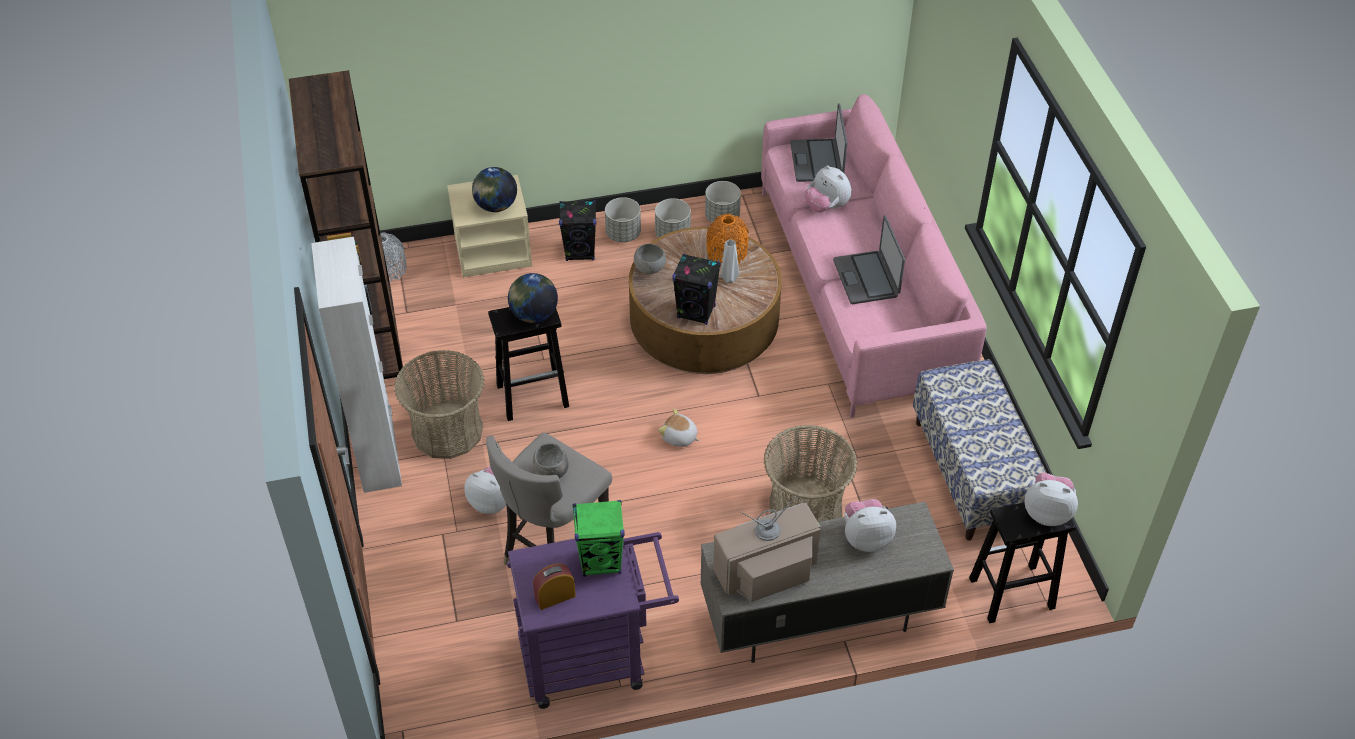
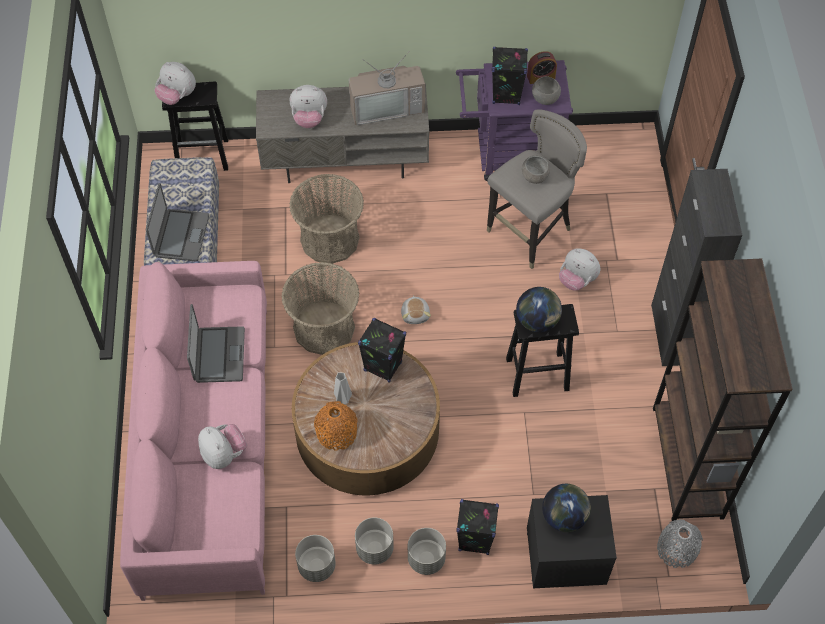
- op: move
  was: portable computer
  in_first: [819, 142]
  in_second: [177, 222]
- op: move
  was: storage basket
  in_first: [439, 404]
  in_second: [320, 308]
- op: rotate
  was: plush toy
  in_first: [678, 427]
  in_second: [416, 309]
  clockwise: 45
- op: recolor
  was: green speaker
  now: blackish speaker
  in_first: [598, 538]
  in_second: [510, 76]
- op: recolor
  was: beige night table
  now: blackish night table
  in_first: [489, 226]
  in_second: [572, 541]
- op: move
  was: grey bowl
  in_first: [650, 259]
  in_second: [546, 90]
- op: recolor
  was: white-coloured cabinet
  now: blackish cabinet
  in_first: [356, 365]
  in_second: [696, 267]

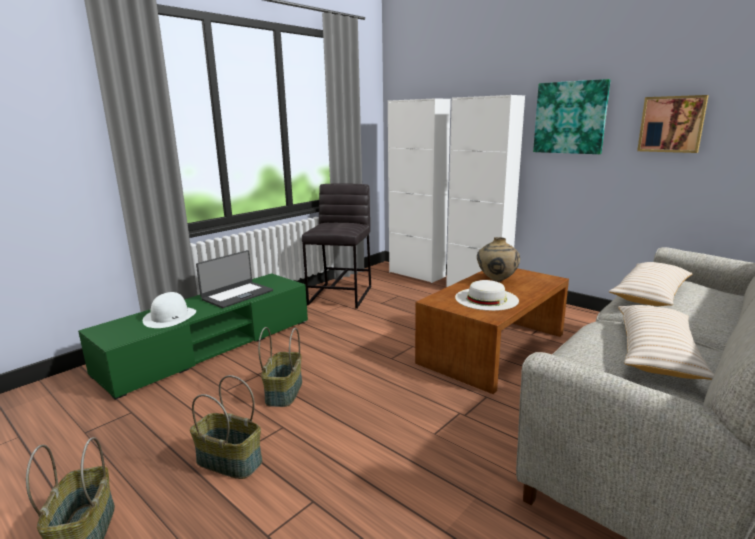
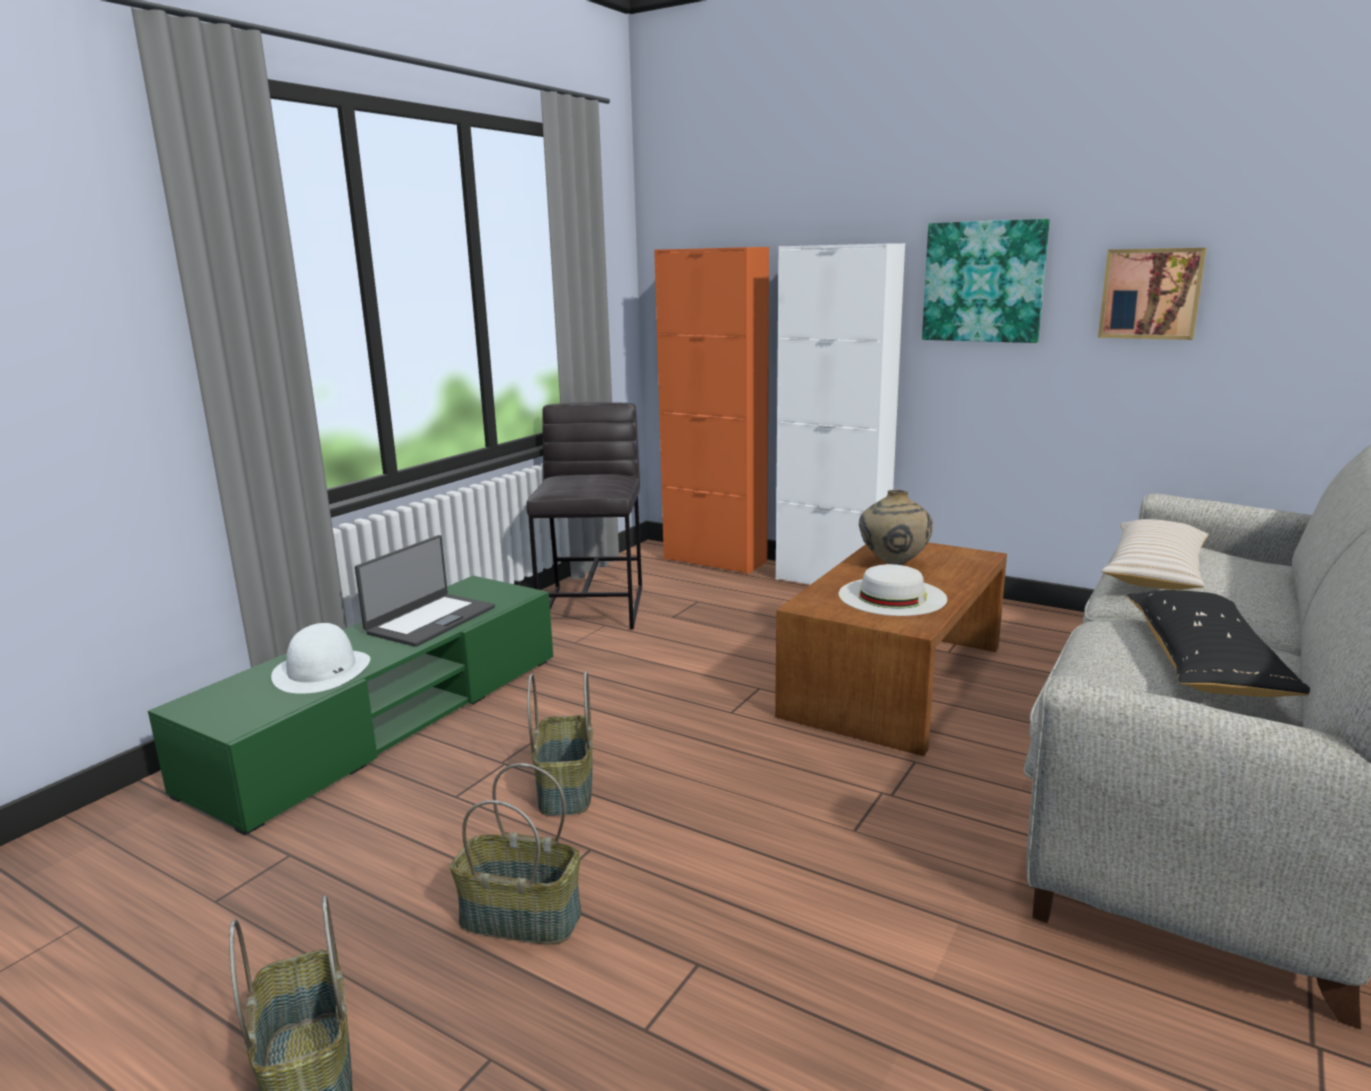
- op: recolor
  was: white-coloured cabinet
  now: orange cabinet
  in_first: [419, 190]
  in_second: [711, 410]
- op: recolor
  was: beige cushion
  now: blackish cushion
  in_first: [666, 342]
  in_second: [1218, 643]

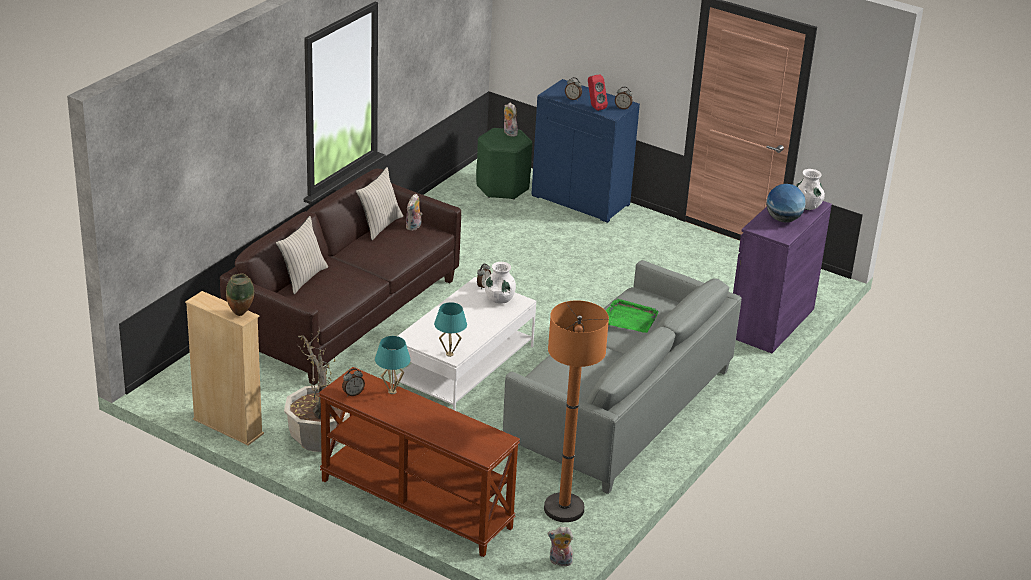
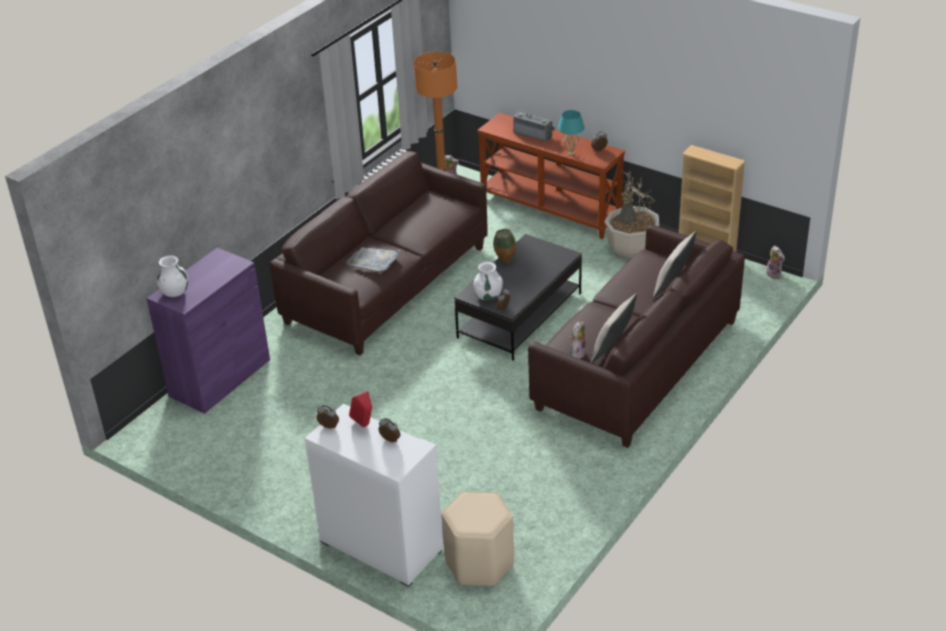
- op: recolor
  was: grey settee
  now: brown-coloured settee
  in_first: [622, 377]
  in_second: [379, 253]
- op: recolor
  was: blue cabinet
  now: white-coloured cabinet
  in_first: [585, 151]
  in_second: [374, 495]
- op: recolor
  was: green carrying tray
  now: grey carrying tray
  in_first: [632, 316]
  in_second: [373, 260]
- op: recolor
  was: green sitting stool
  now: beige sitting stool
  in_first: [504, 164]
  in_second: [477, 539]
- op: recolor
  was: white-coloured coffee table
  now: blackish coffee table
  in_first: [464, 344]
  in_second: [518, 297]
- op: move
  was: vase
  in_first: [240, 294]
  in_second: [504, 246]
- op: insert
  now: radio
  in_second: [534, 126]
- op: move
  was: plush toy
  in_first: [511, 120]
  in_second: [775, 262]
- op: delete
  was: turquoise-coloured table lamp
  in_first: [450, 329]
- op: delete
  was: world globe
  in_first: [786, 203]

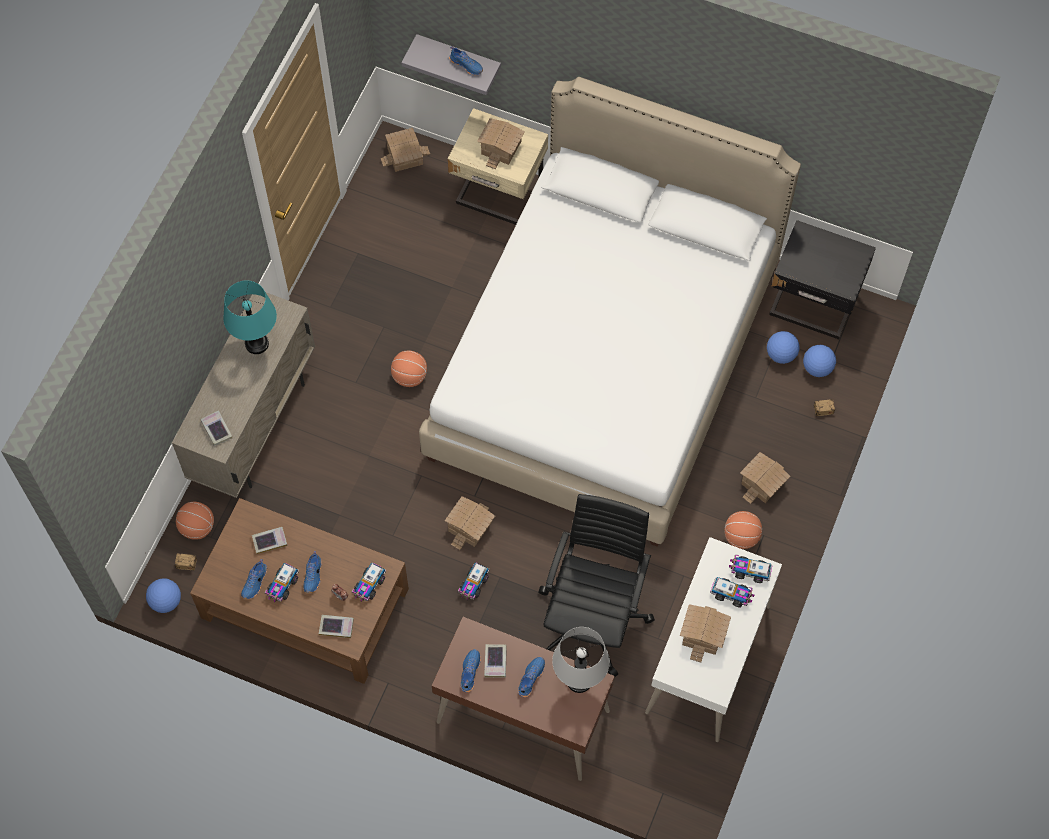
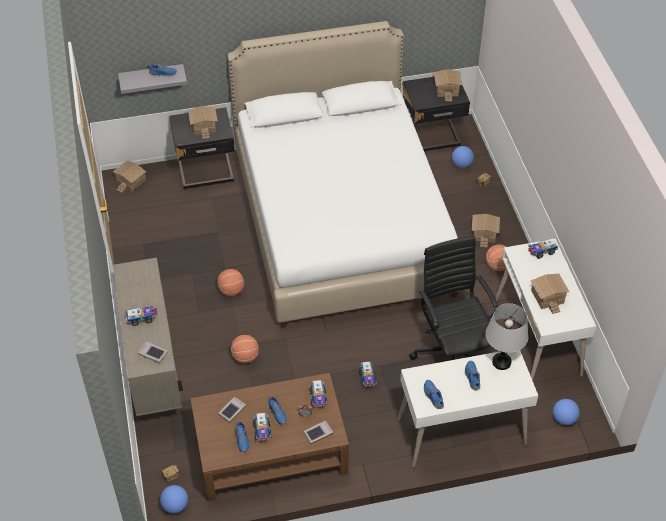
- op: move
  was: model truck
  in_first: [732, 592]
  in_second: [141, 315]
- op: recolor
  was: beige night table
  now: blackish night table
  in_first: [498, 166]
  in_second: [202, 148]
- op: move
  was: ball for basketball
  in_first: [195, 521]
  in_second: [245, 349]
- op: recolor
  was: brown-coloured desk unit
  now: white-coloured desk unit
  in_first: [523, 699]
  in_second: [468, 409]
- op: move
  was: model house
  in_first: [470, 523]
  in_second: [448, 85]
- op: move
  was: football
  in_first: [783, 347]
  in_second: [566, 412]
- op: delete
  was: turquoise-coloured table lamp
  in_first: [250, 317]
- op: delete
  was: book
  in_first: [495, 661]

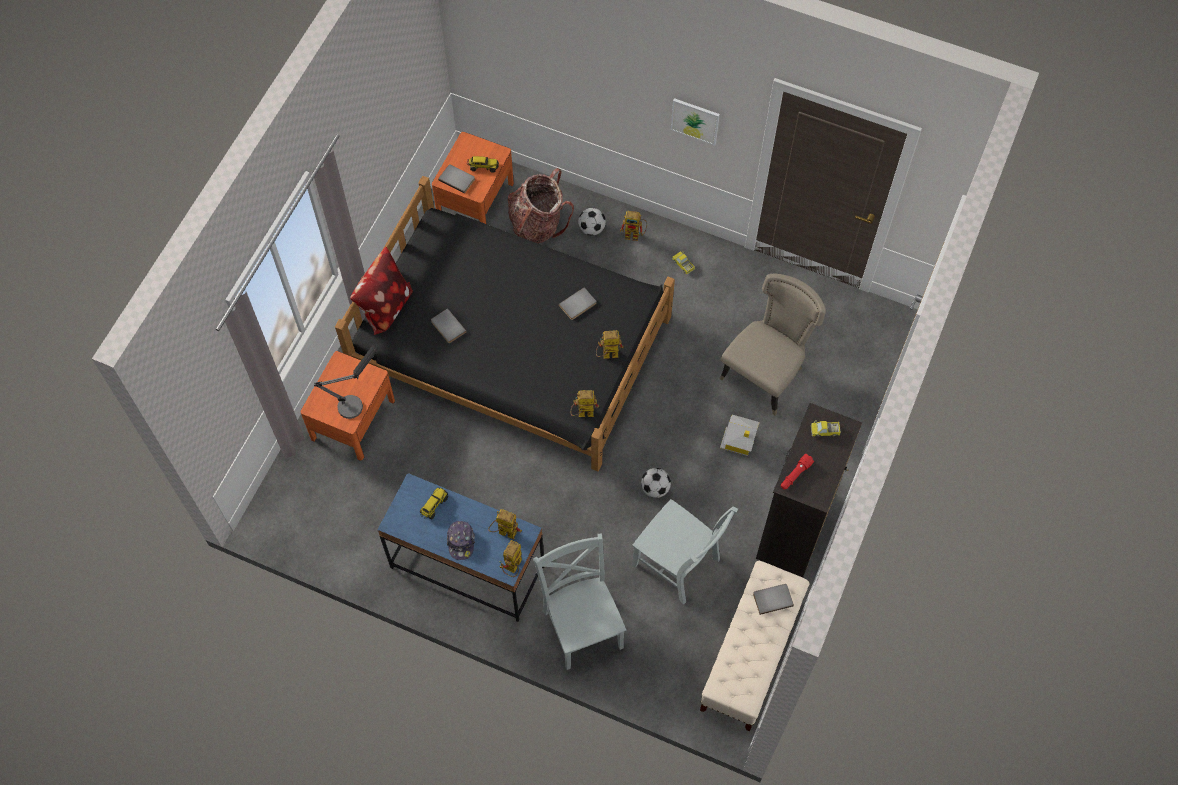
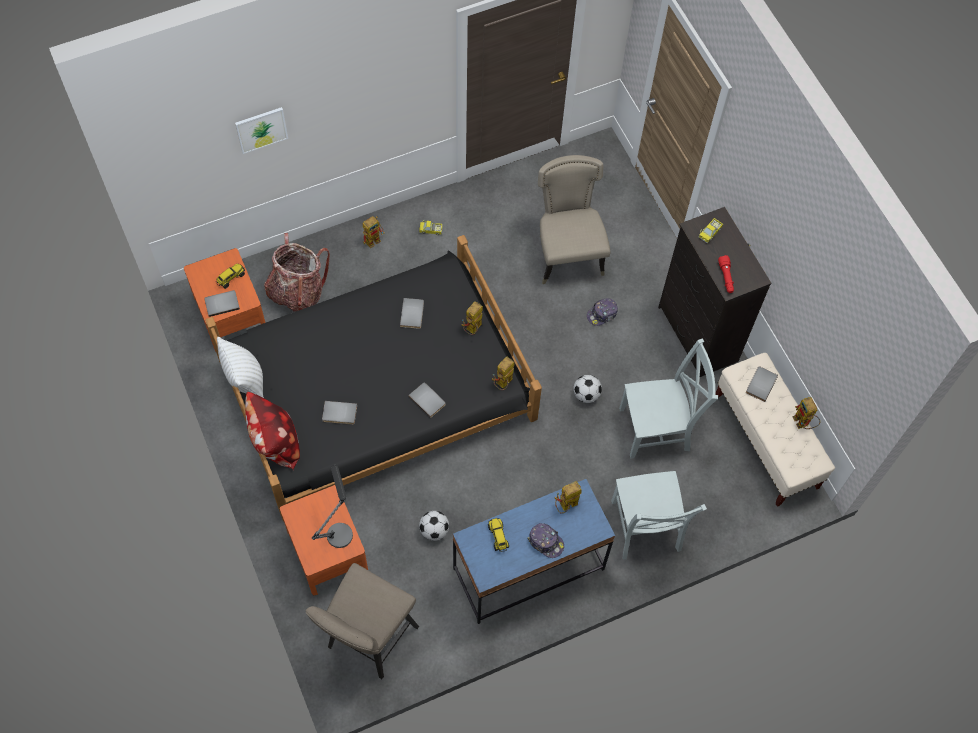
- op: insert
  now: white-coloured cushion
  in_second: [240, 367]
- op: move
  was: picture
  in_first: [695, 121]
  in_second: [261, 130]
- op: insert
  now: beige sitting stool
  in_second: [362, 621]
- op: insert
  now: grey book
  in_second: [427, 400]
- op: move
  was: football
  in_first: [592, 222]
  in_second: [434, 526]
- op: replace
  was: model house
  now: cap
  in_first: [740, 435]
  in_second: [602, 312]
- op: rotate
  was: grey plain chair
  in_first: [579, 601]
  in_second: [659, 515]
  clockwise: -120
- op: move
  was: model robot
  in_first: [510, 558]
  in_second: [806, 413]

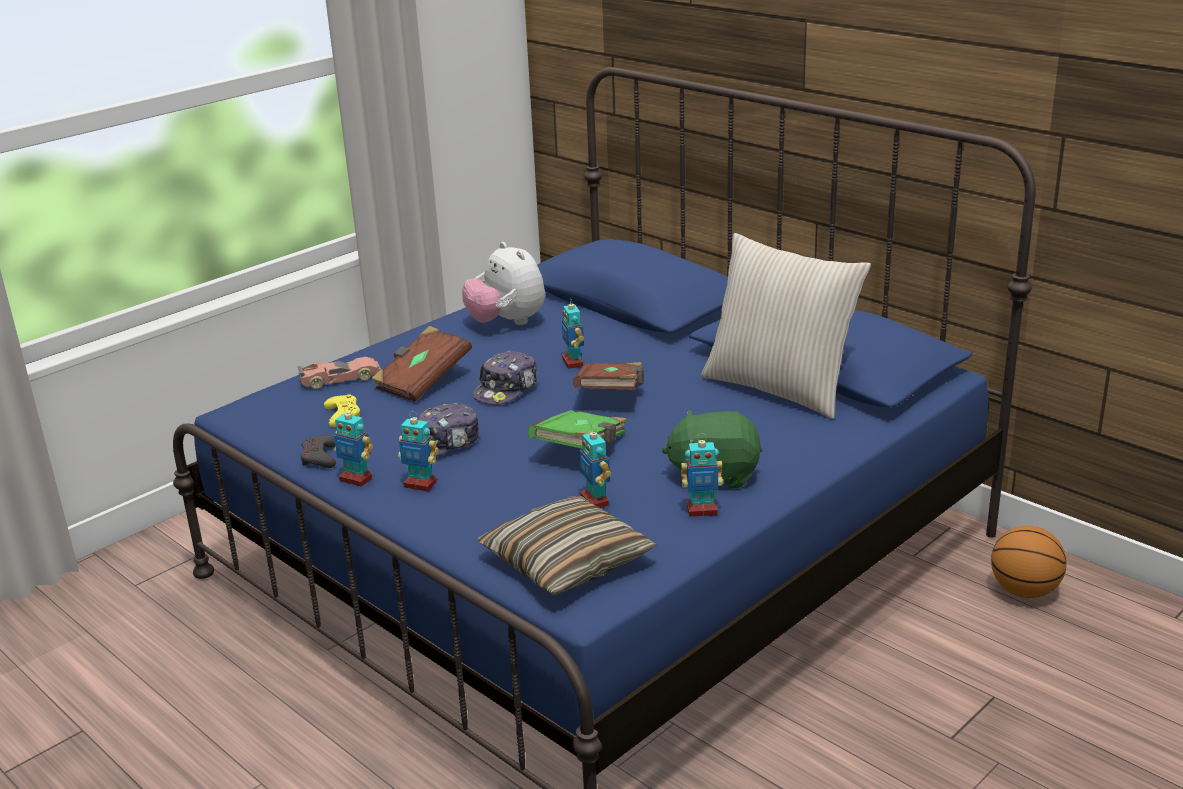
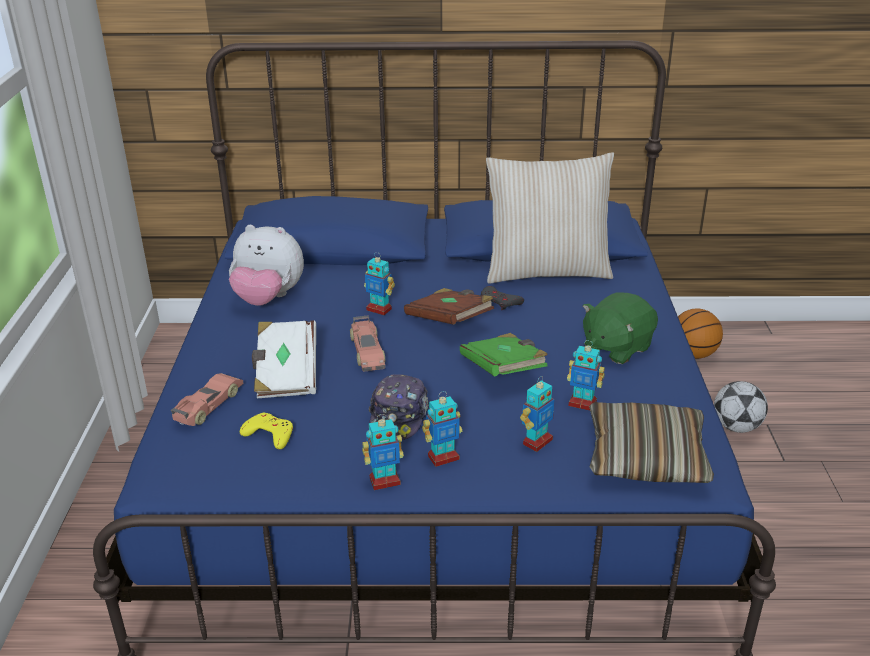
- op: recolor
  was: brown-coloured book
  now: white-coloured book
  in_first: [421, 364]
  in_second: [284, 359]
- op: replace
  was: cap
  now: miniature car
  in_first: [505, 377]
  in_second: [367, 343]
- op: move
  was: grey game controller
  in_first: [318, 451]
  in_second: [502, 298]
- op: move
  was: model robot
  in_first: [702, 475]
  in_second: [537, 414]
- op: insert
  now: football
  in_second: [741, 407]

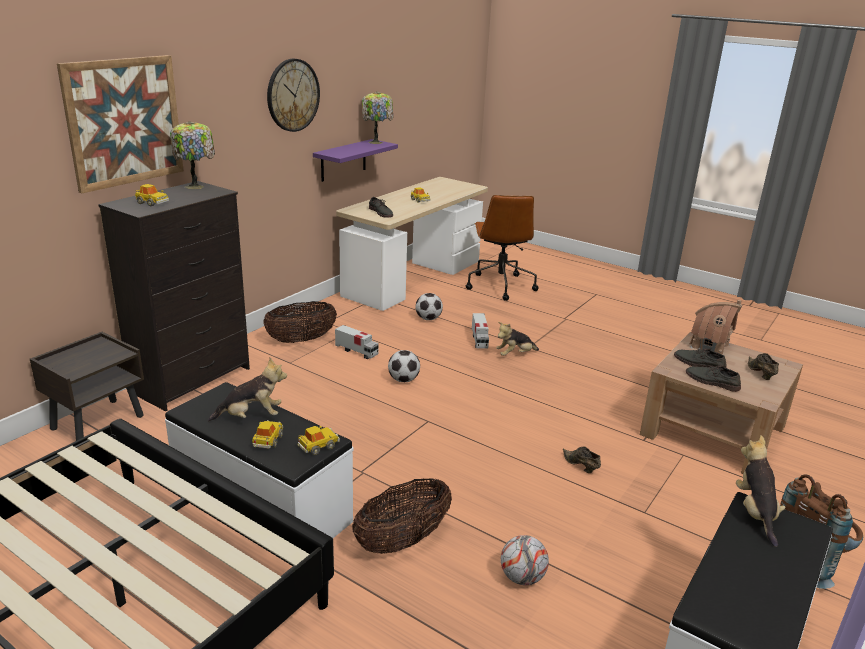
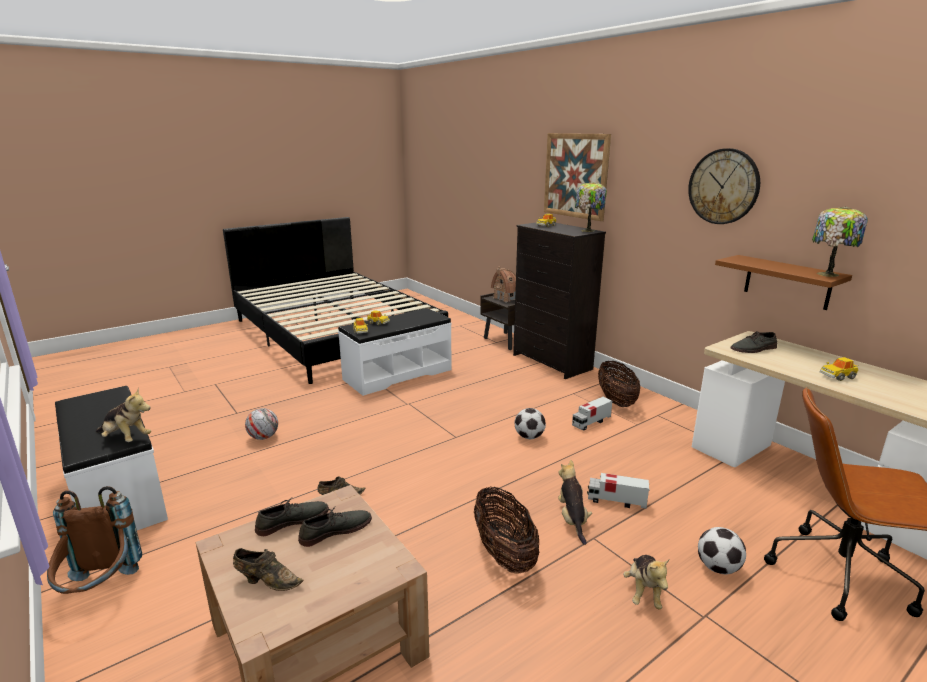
- op: move
  was: storage basket
  in_first: [402, 516]
  in_second: [506, 530]
- op: move
  was: model house
  in_first: [716, 327]
  in_second: [503, 284]
- op: move
  was: plush toy
  in_first: [247, 390]
  in_second: [646, 582]
- op: move
  was: football
  in_first: [429, 306]
  in_second: [722, 550]
- op: recolor
  was: purplish bracket shelf
  now: brown-coloured bracket shelf
  in_first: [355, 160]
  in_second: [783, 282]

